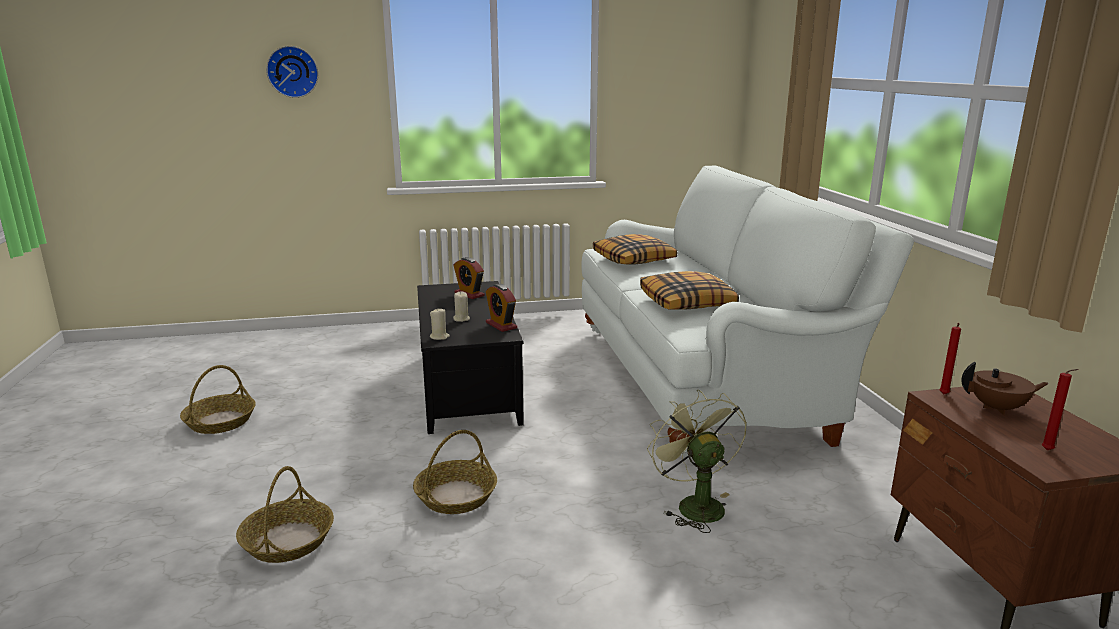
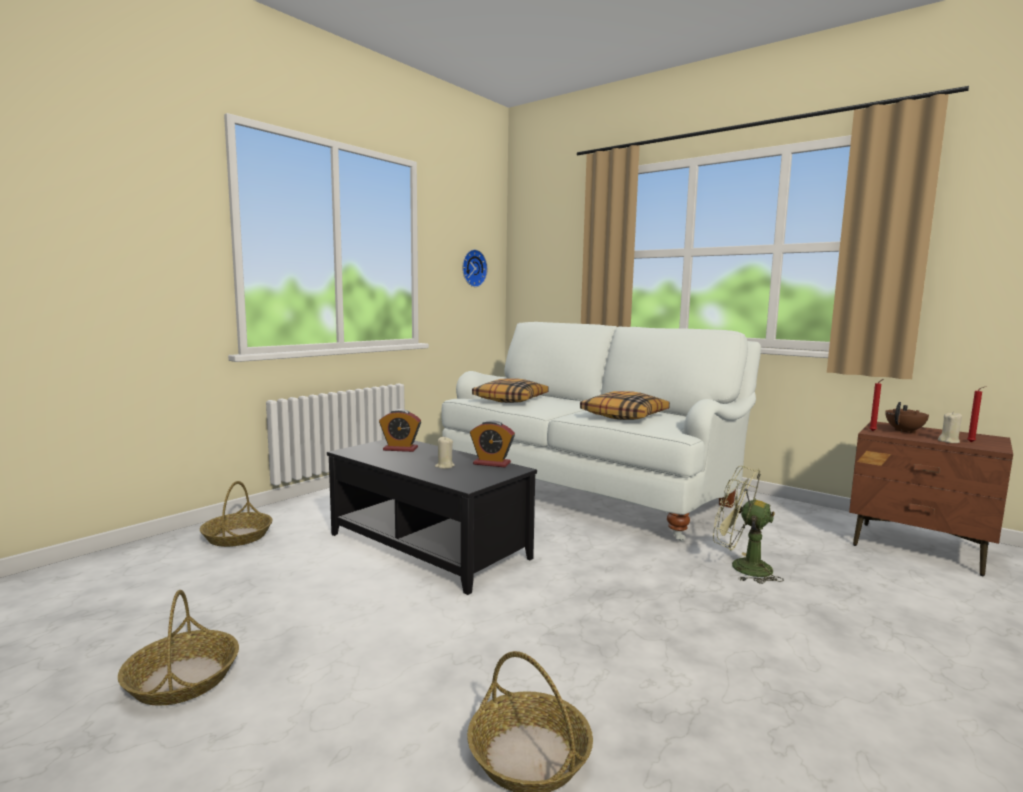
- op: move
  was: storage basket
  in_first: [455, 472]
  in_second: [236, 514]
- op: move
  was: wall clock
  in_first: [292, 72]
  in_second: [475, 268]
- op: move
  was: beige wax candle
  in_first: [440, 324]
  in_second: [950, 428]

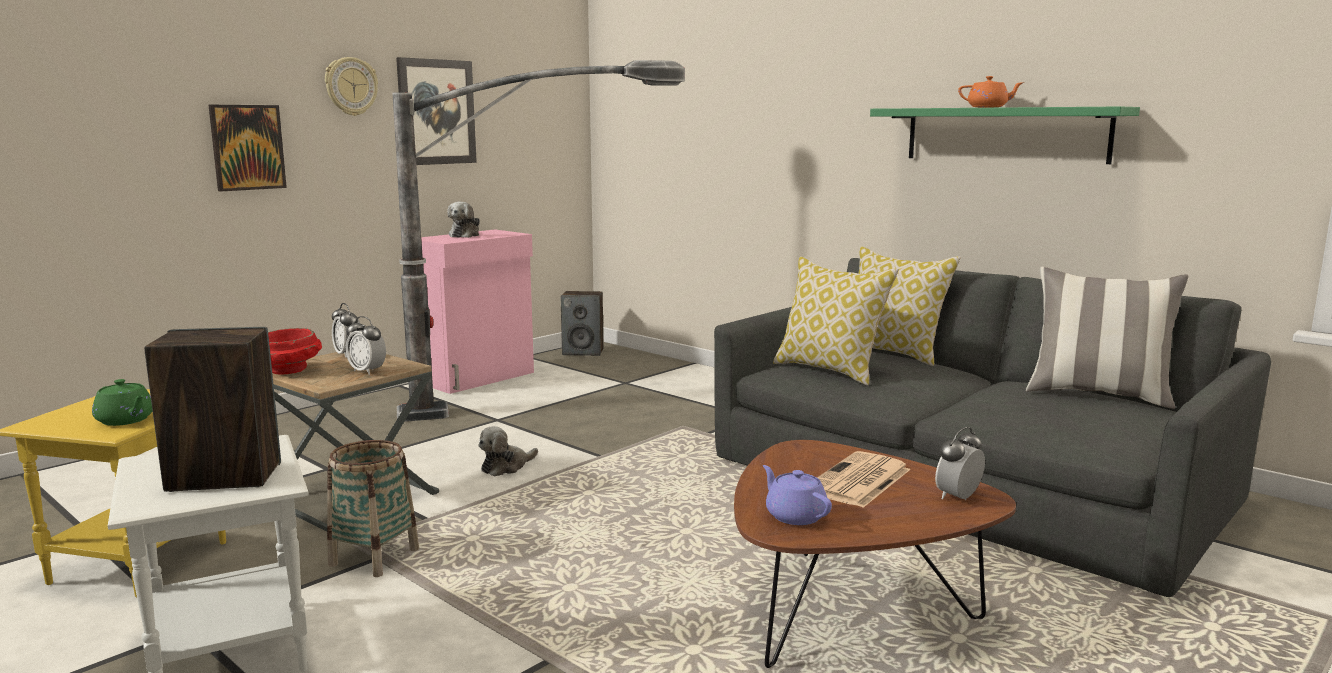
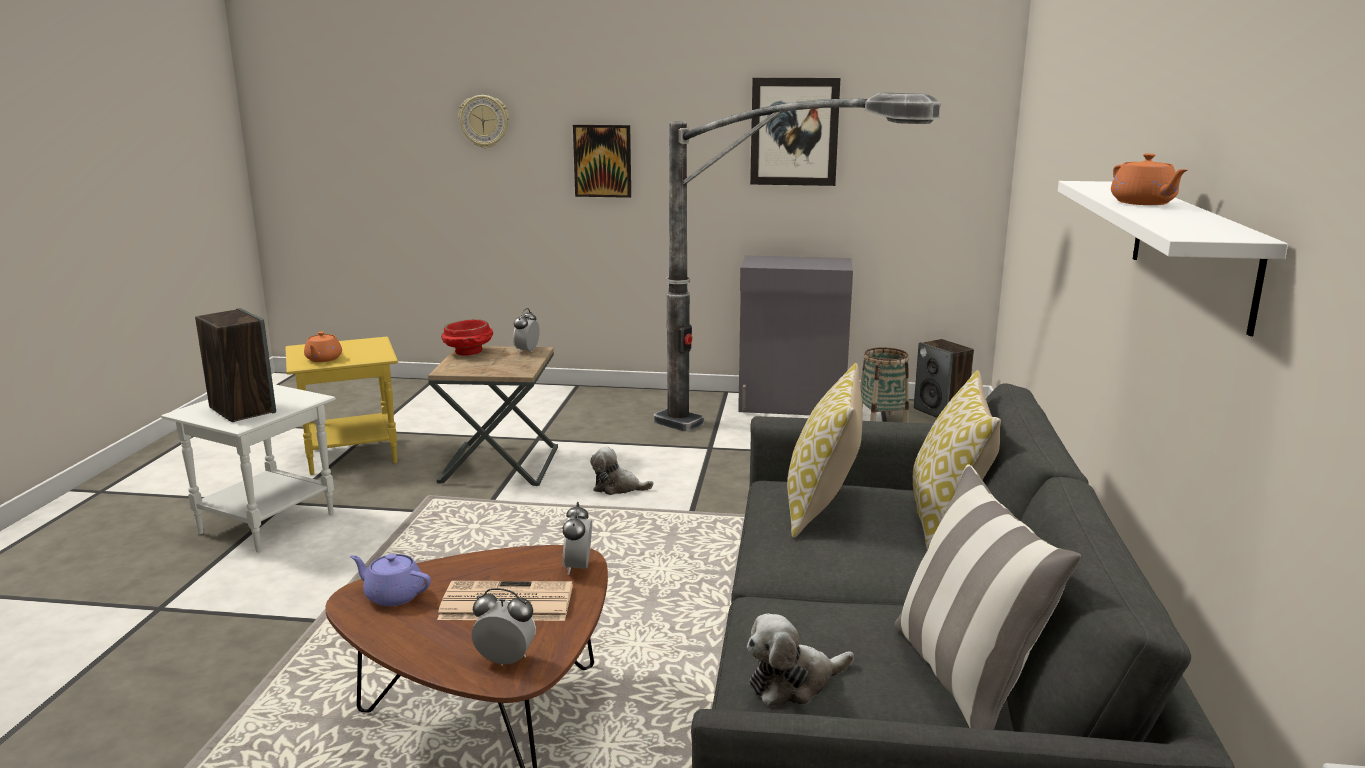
- op: recolor
  was: green tea pot
  now: orange tea pot
  in_first: [122, 402]
  in_second: [323, 346]
- op: rotate
  was: purplish tea pot
  in_first: [797, 495]
  in_second: [390, 580]
  clockwise: -90
- op: move
  was: wall clock
  in_first: [351, 86]
  in_second: [484, 121]
- op: move
  was: table clock
  in_first: [366, 345]
  in_second: [577, 538]
- op: recolor
  was: pink-coloured cabinet
  now: grey cabinet
  in_first: [477, 312]
  in_second: [795, 335]
- op: move
  was: plush toy
  in_first: [463, 220]
  in_second: [800, 659]
- op: move
  was: storage basket
  in_first: [373, 508]
  in_second: [884, 385]
- op: recolor
  was: green bracket shelf
  now: white-coloured bracket shelf
  in_first: [1005, 135]
  in_second: [1173, 258]

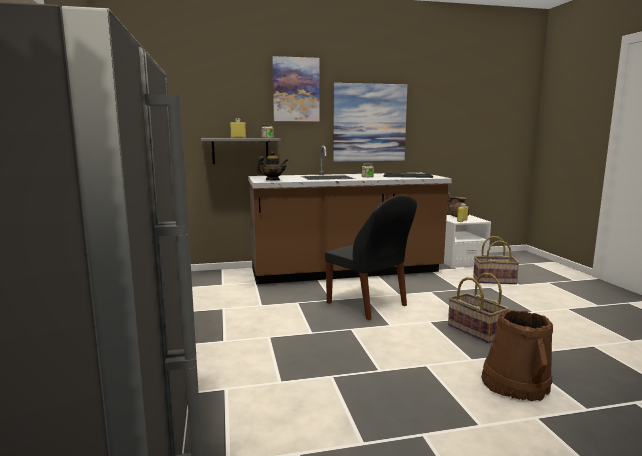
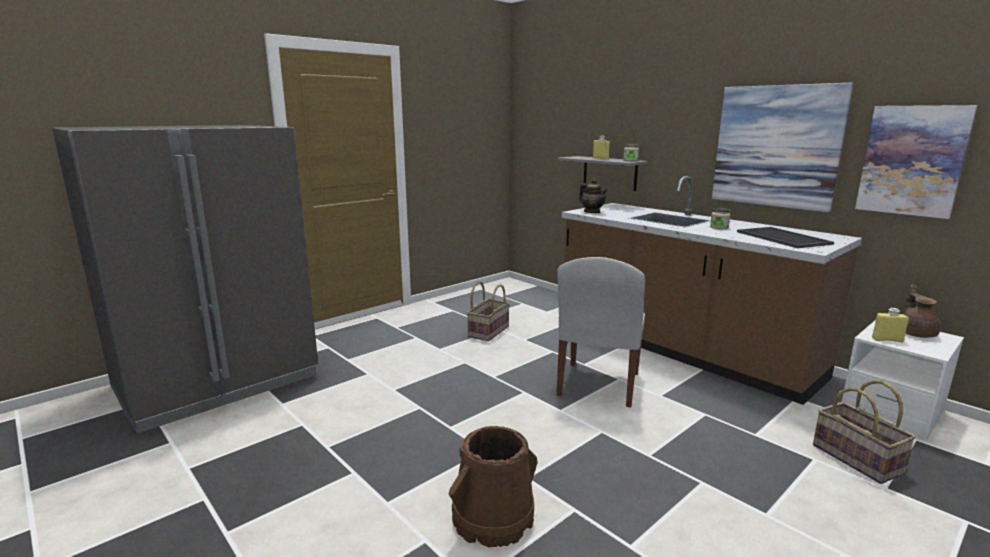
- op: move
  was: storage basket
  in_first: [478, 308]
  in_second: [488, 311]
- op: recolor
  was: blackish plain chair
  now: white-coloured plain chair
  in_first: [371, 257]
  in_second: [600, 332]
- op: move
  was: picture
  in_first: [295, 88]
  in_second: [916, 162]

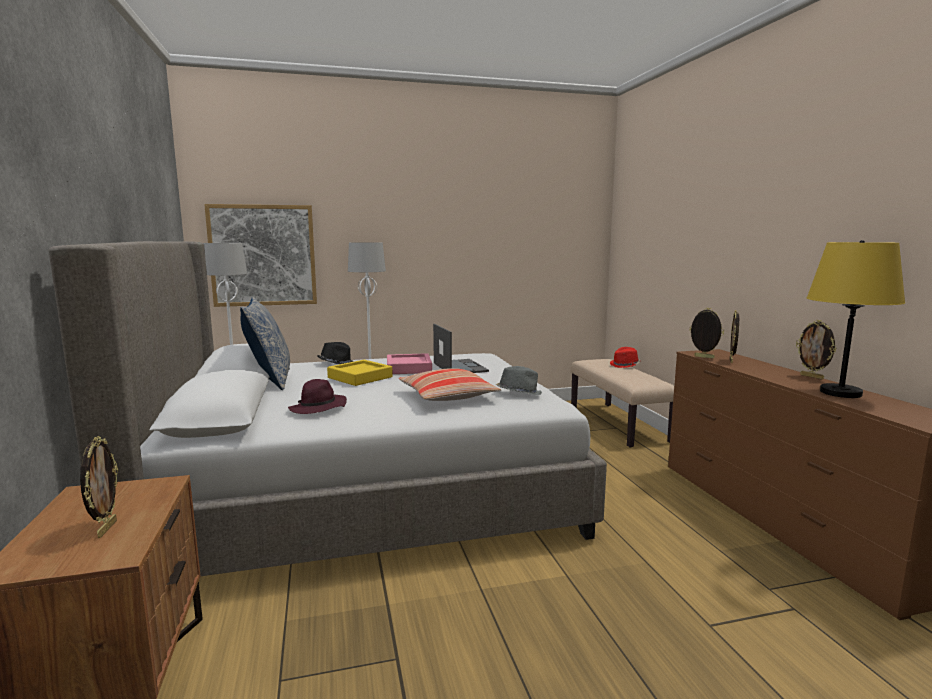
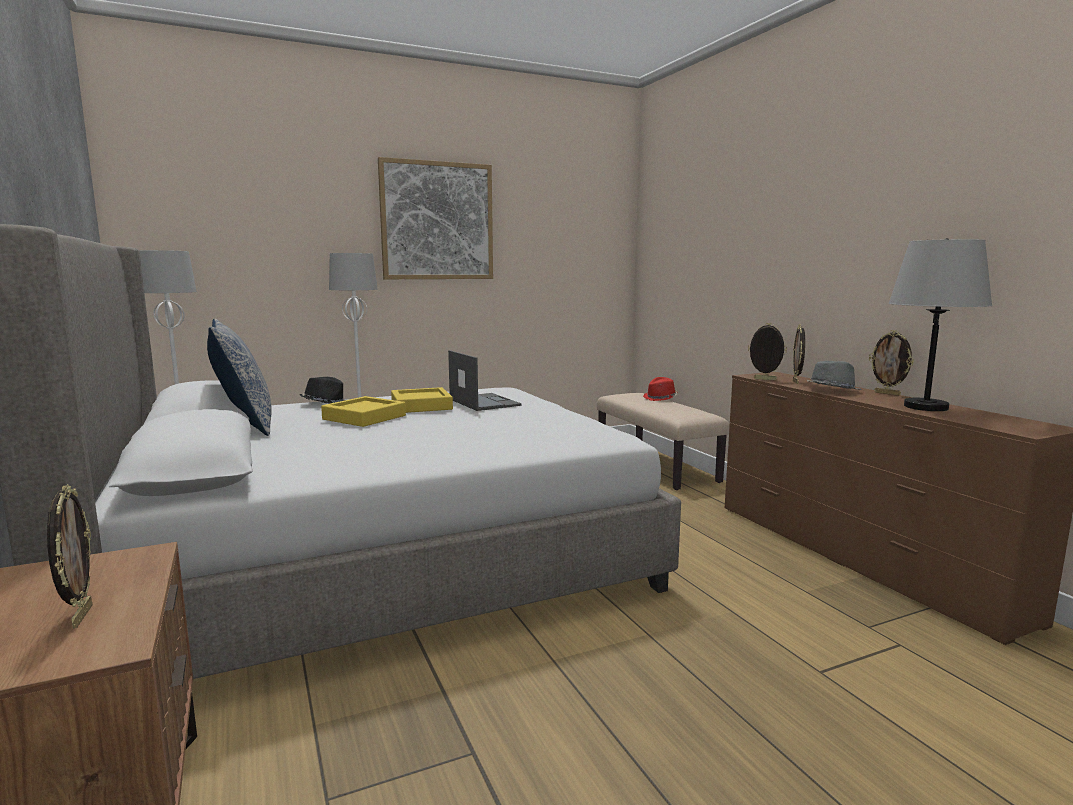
- op: move
  was: picture
  in_first: [260, 255]
  in_second: [435, 218]
- op: recolor
  was: pink-coloured carrying tray
  now: yellow carrying tray
  in_first: [409, 363]
  in_second: [422, 400]
- op: move
  was: grey wearable hat
  in_first: [519, 380]
  in_second: [834, 375]
- op: recolor
  was: yellow table lamp
  now: grey table lamp
  in_first: [856, 319]
  in_second: [940, 324]
- op: delete
  was: purplish wearable hat
  in_first: [317, 396]
- op: delete
  was: cushion
  in_first: [450, 384]

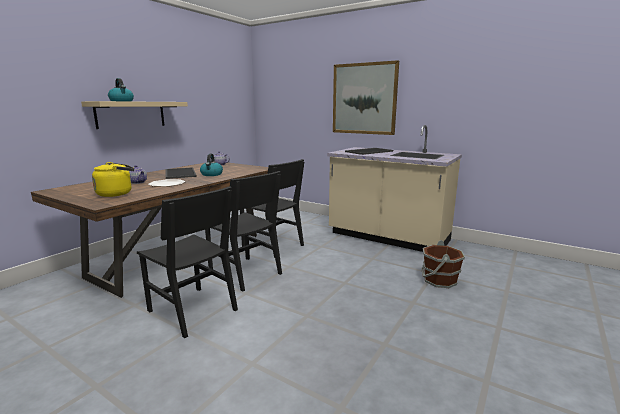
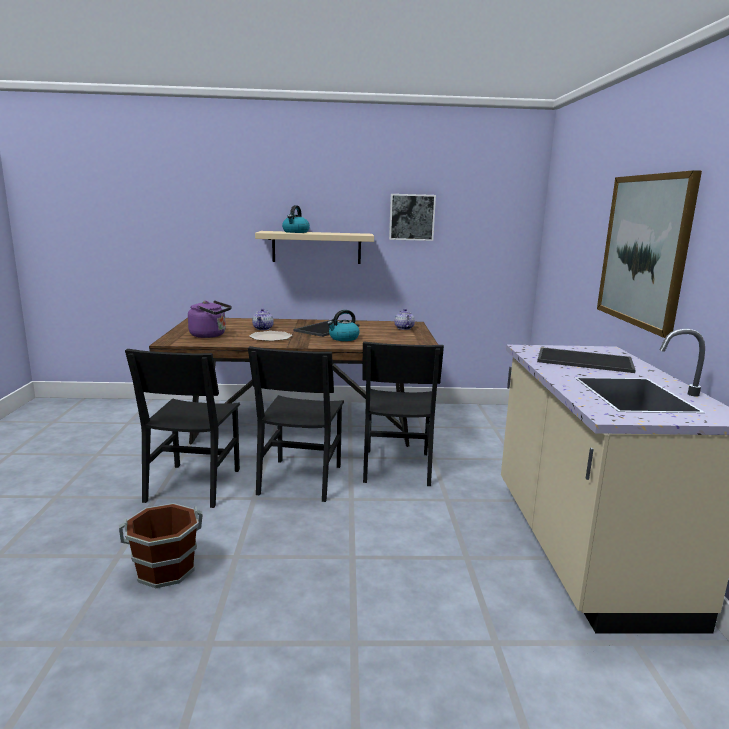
- op: move
  was: brown-coloured bucket
  in_first: [443, 264]
  in_second: [161, 545]
- op: recolor
  was: yellow water kettle
  now: purplish water kettle
  in_first: [113, 179]
  in_second: [210, 319]
- op: insert
  now: picture
  in_second: [412, 217]

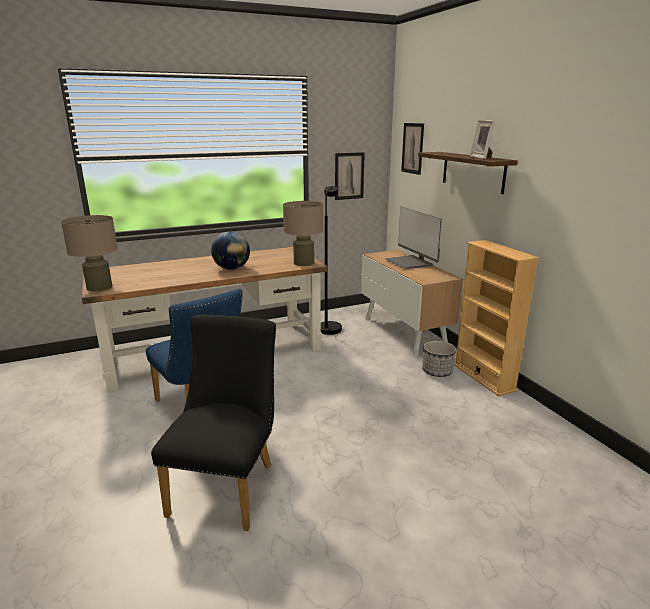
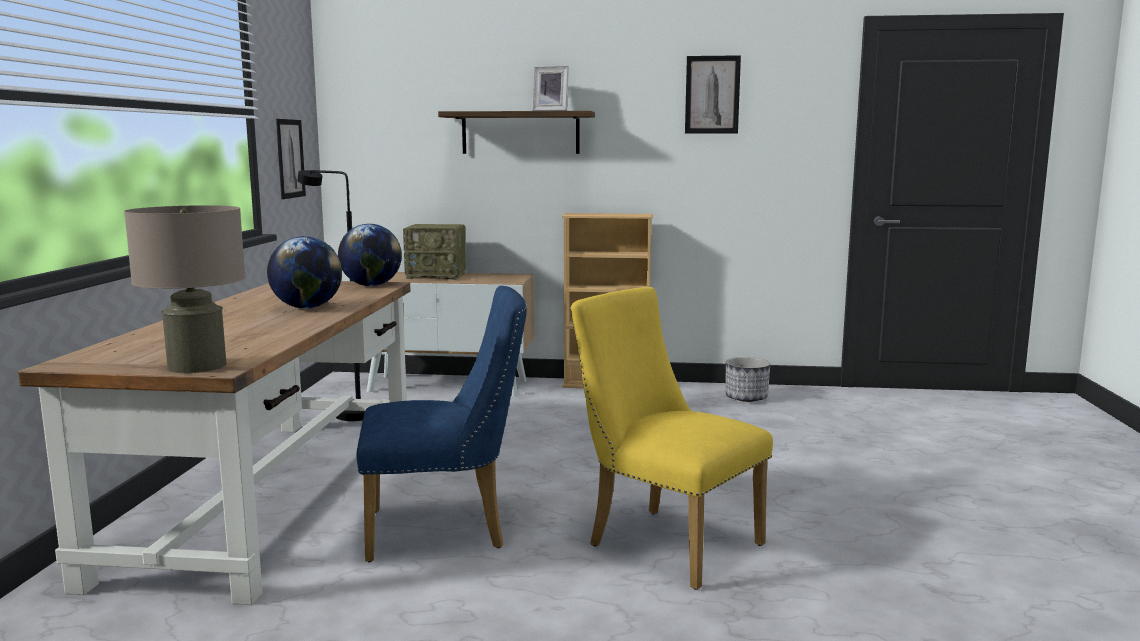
- op: replace
  was: beige table lamp
  now: world globe
  in_first: [303, 233]
  in_second: [370, 255]
- op: replace
  was: monitor
  now: radio
  in_first: [413, 238]
  in_second: [434, 252]
- op: recolor
  was: blackish plain chair
  now: yellow plain chair
  in_first: [213, 423]
  in_second: [671, 438]
- op: move
  was: picture
  in_first: [412, 149]
  in_second: [713, 94]
- op: move
  was: flower pot
  in_first: [439, 359]
  in_second: [747, 379]

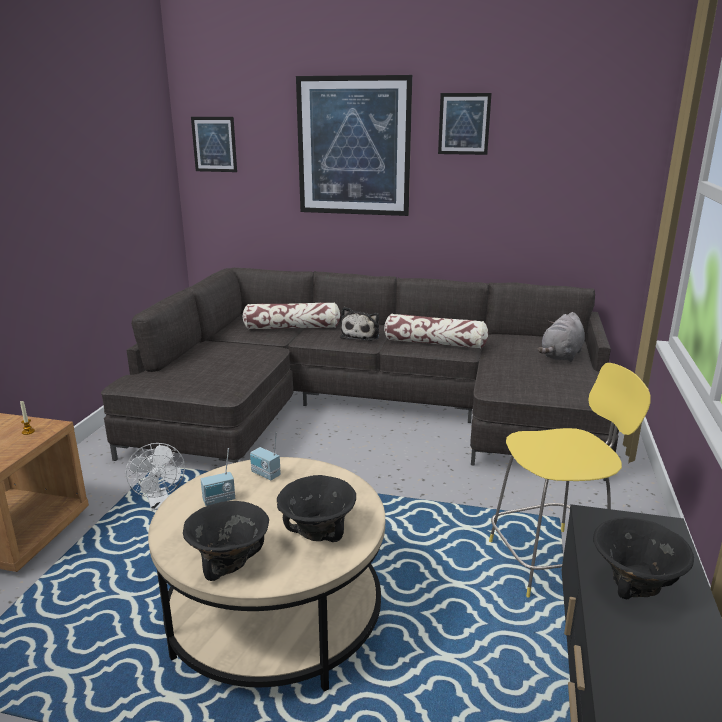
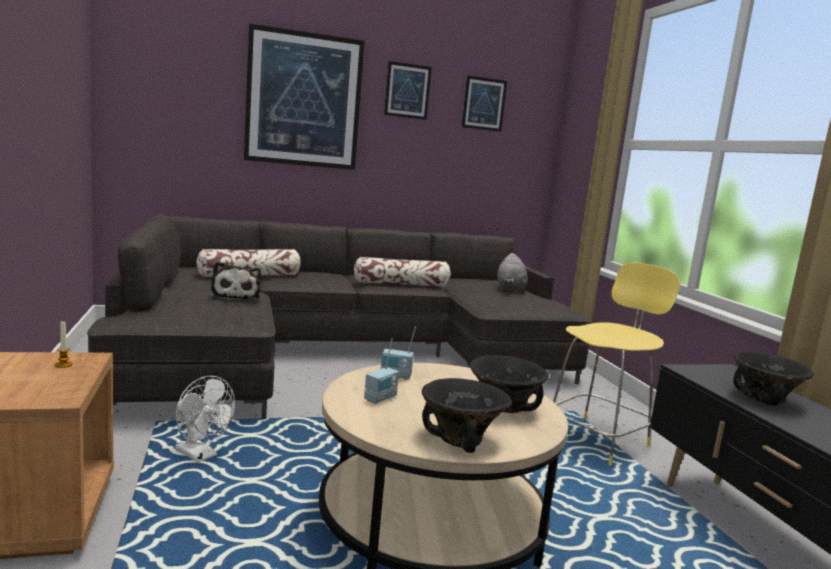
- op: move
  was: plush toy
  in_first: [360, 324]
  in_second: [236, 280]
- op: move
  was: picture
  in_first: [214, 144]
  in_second: [484, 103]

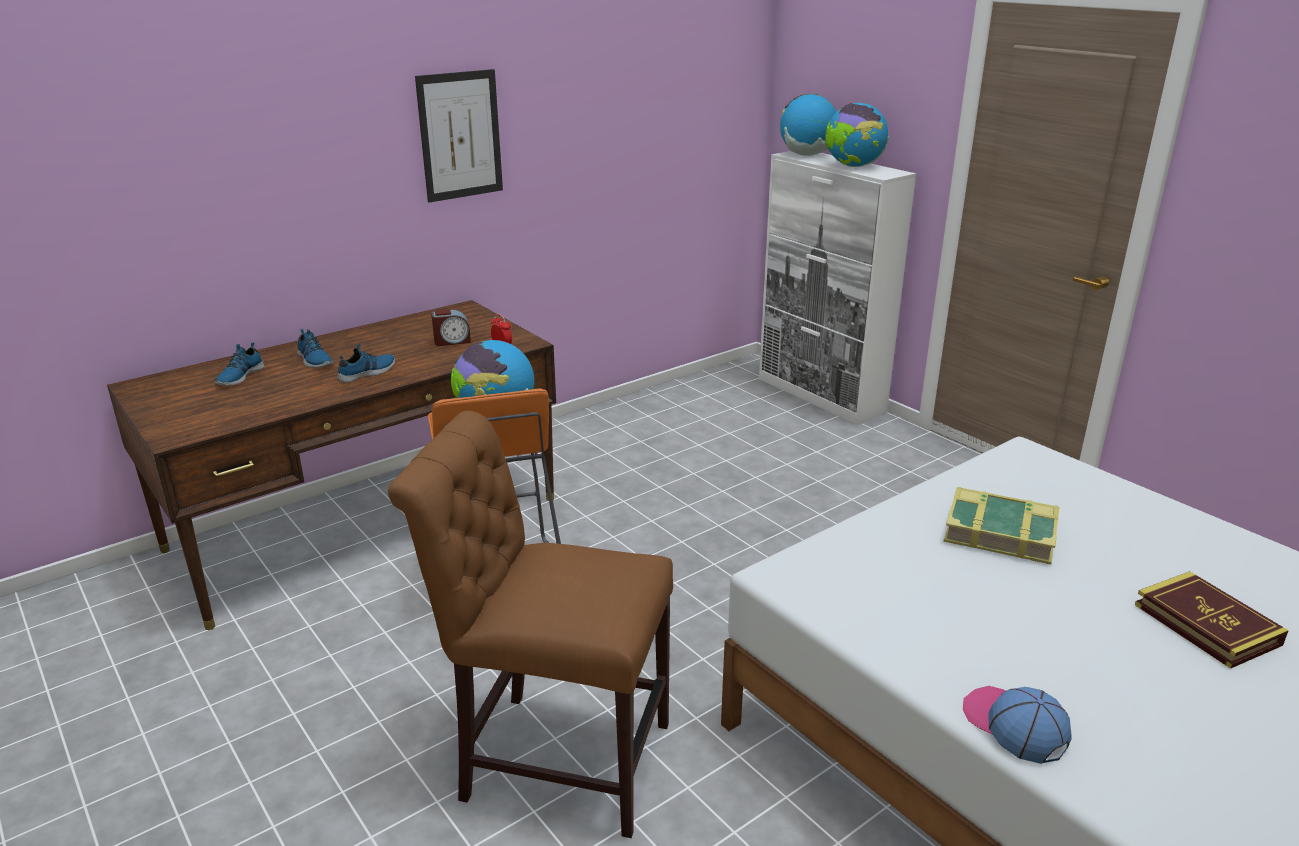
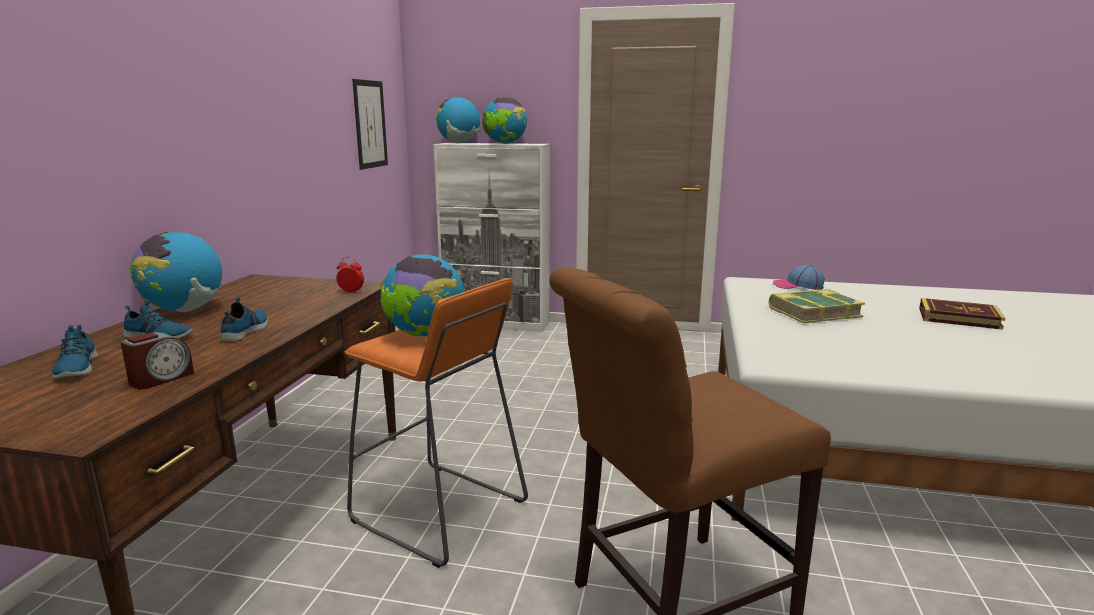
- op: move
  was: table clock
  in_first: [451, 328]
  in_second: [157, 361]
- op: insert
  now: world globe
  in_second: [176, 272]
- op: move
  was: picture
  in_first: [459, 135]
  in_second: [370, 124]
- op: move
  was: cap
  in_first: [1017, 725]
  in_second: [799, 277]

